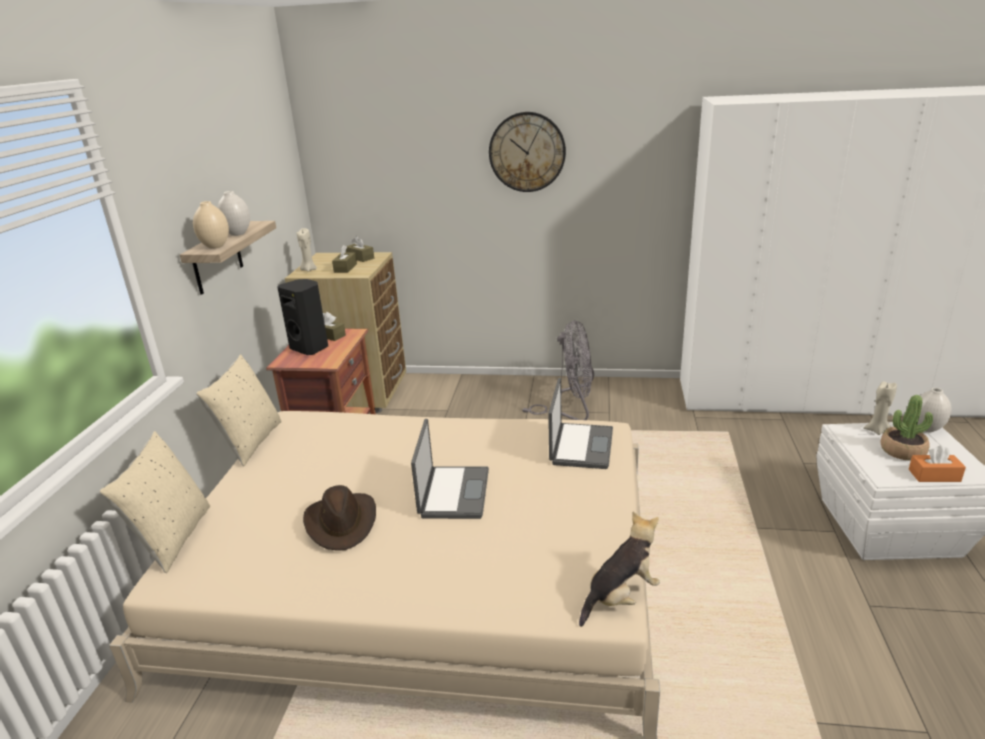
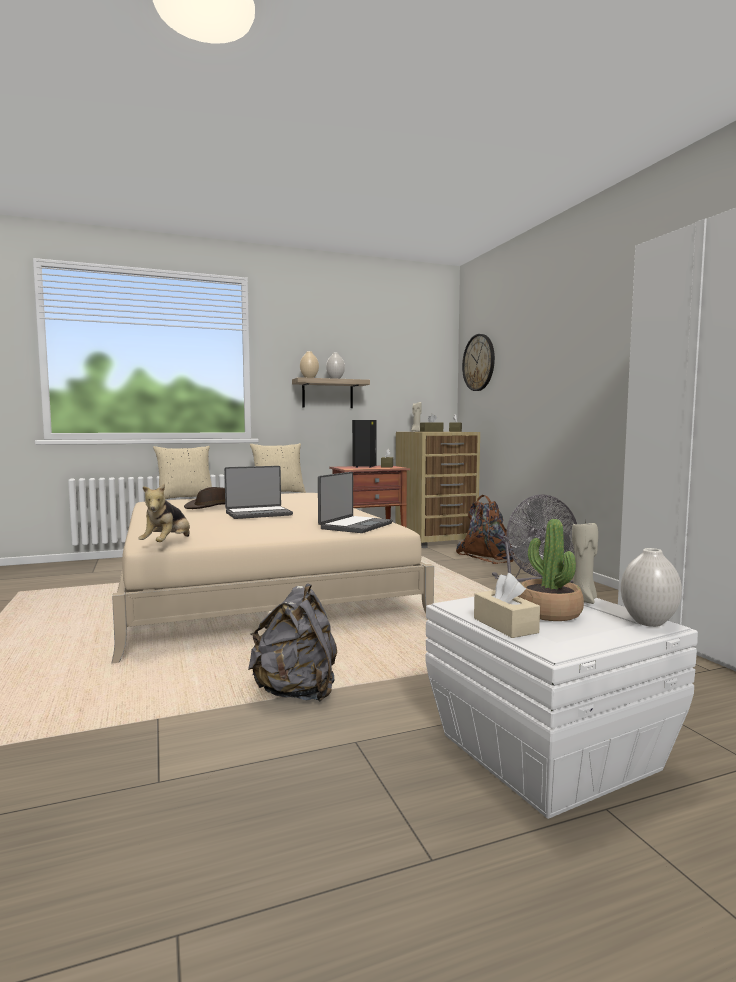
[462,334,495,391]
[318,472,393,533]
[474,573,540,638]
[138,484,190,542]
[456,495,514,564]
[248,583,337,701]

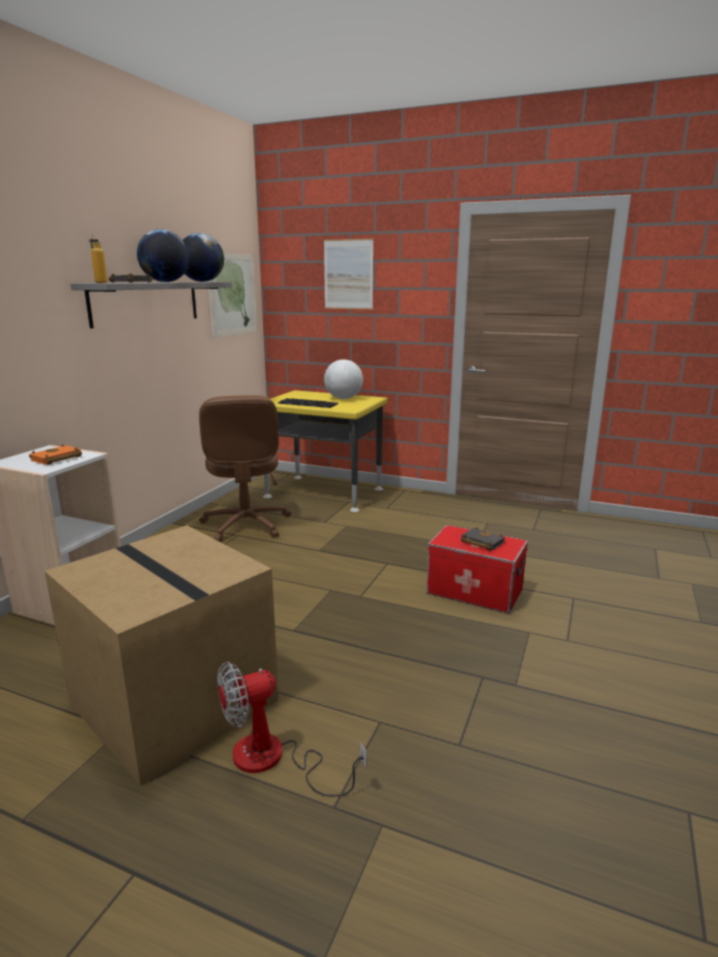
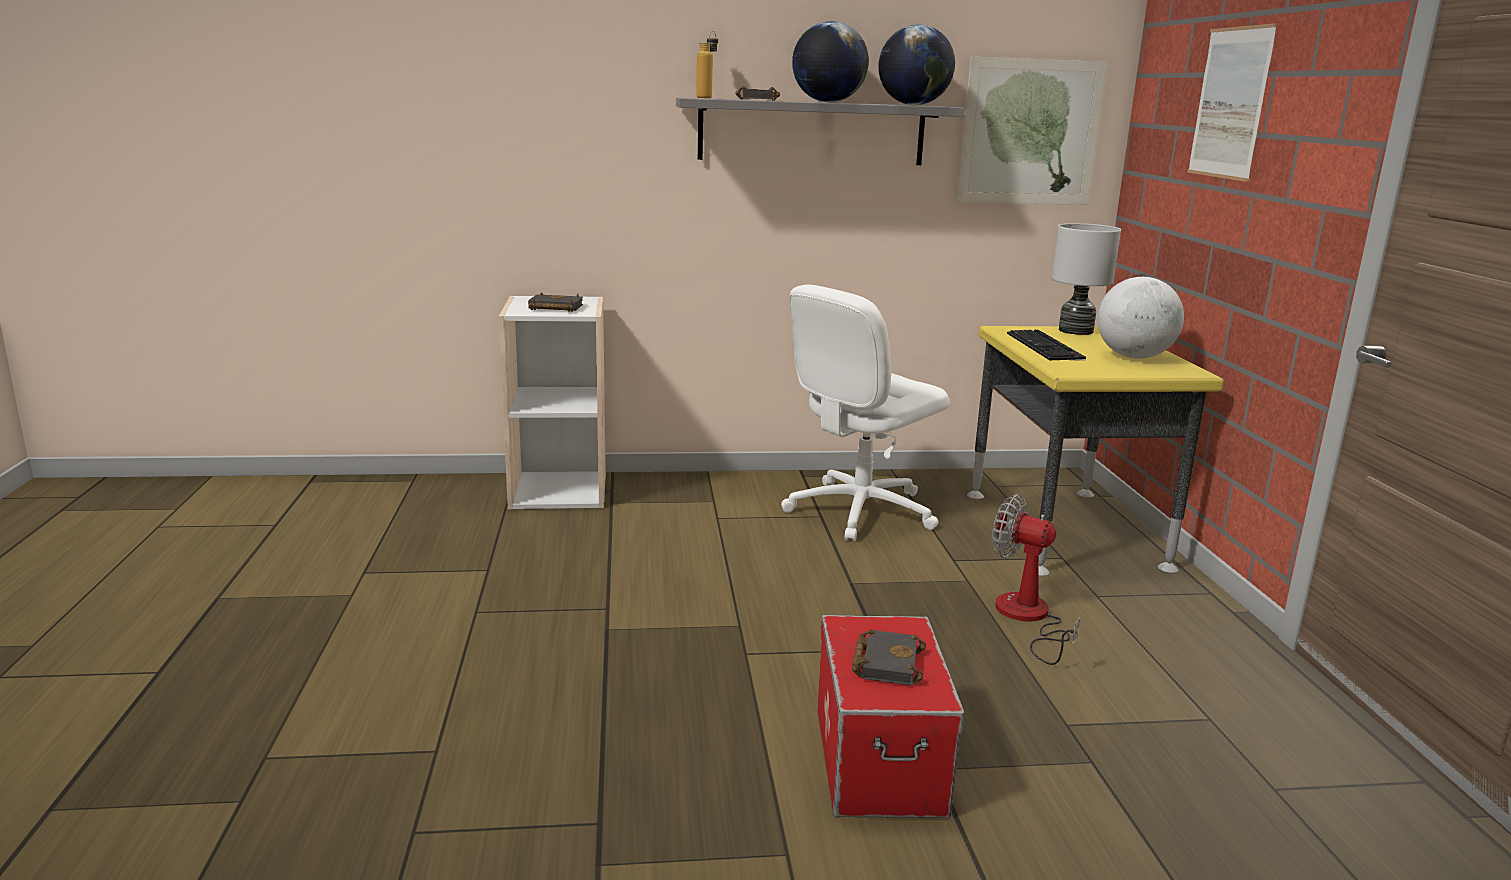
[781,285,950,541]
[528,292,583,312]
[44,525,279,786] (first image)
[992,494,1080,665]
[1052,223,1121,335]

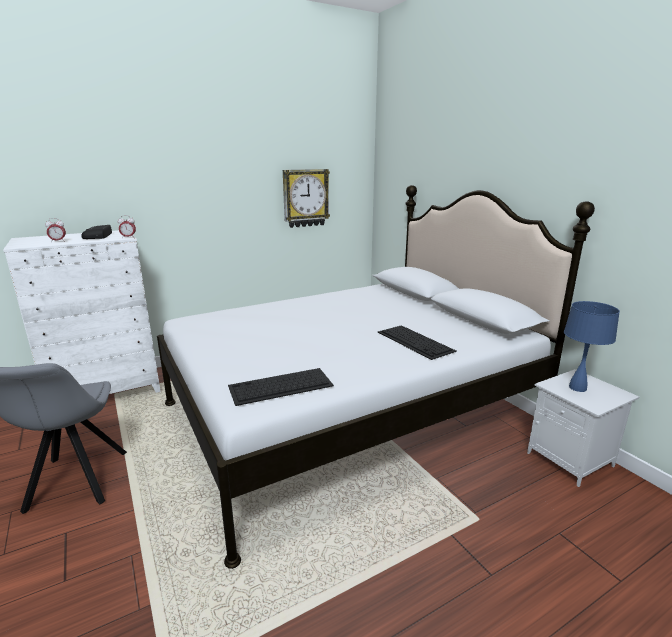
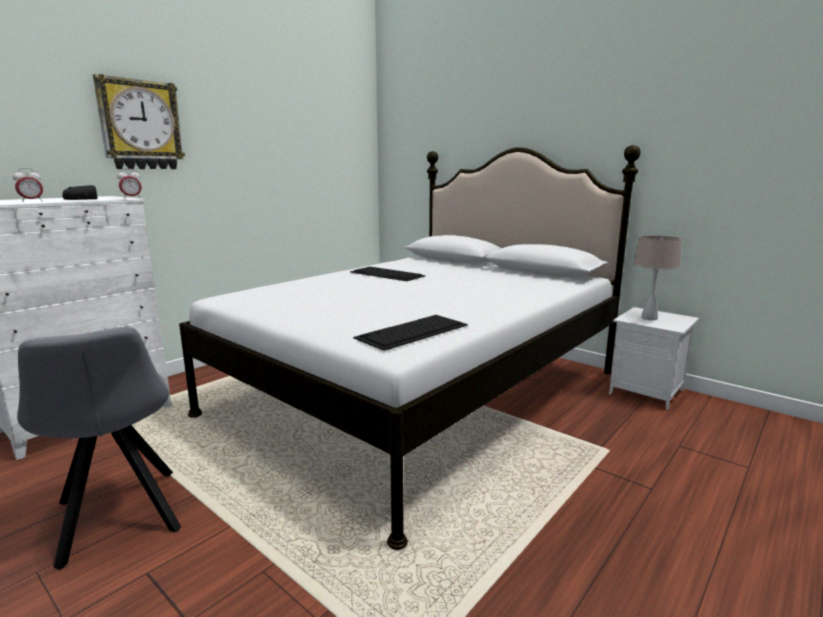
[93,74,185,169]
[633,235,682,320]
[350,267,426,281]

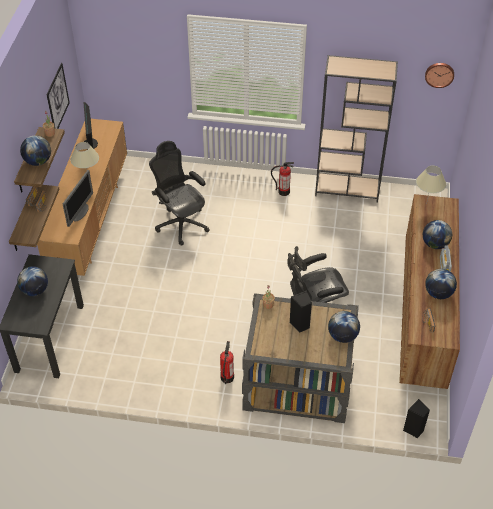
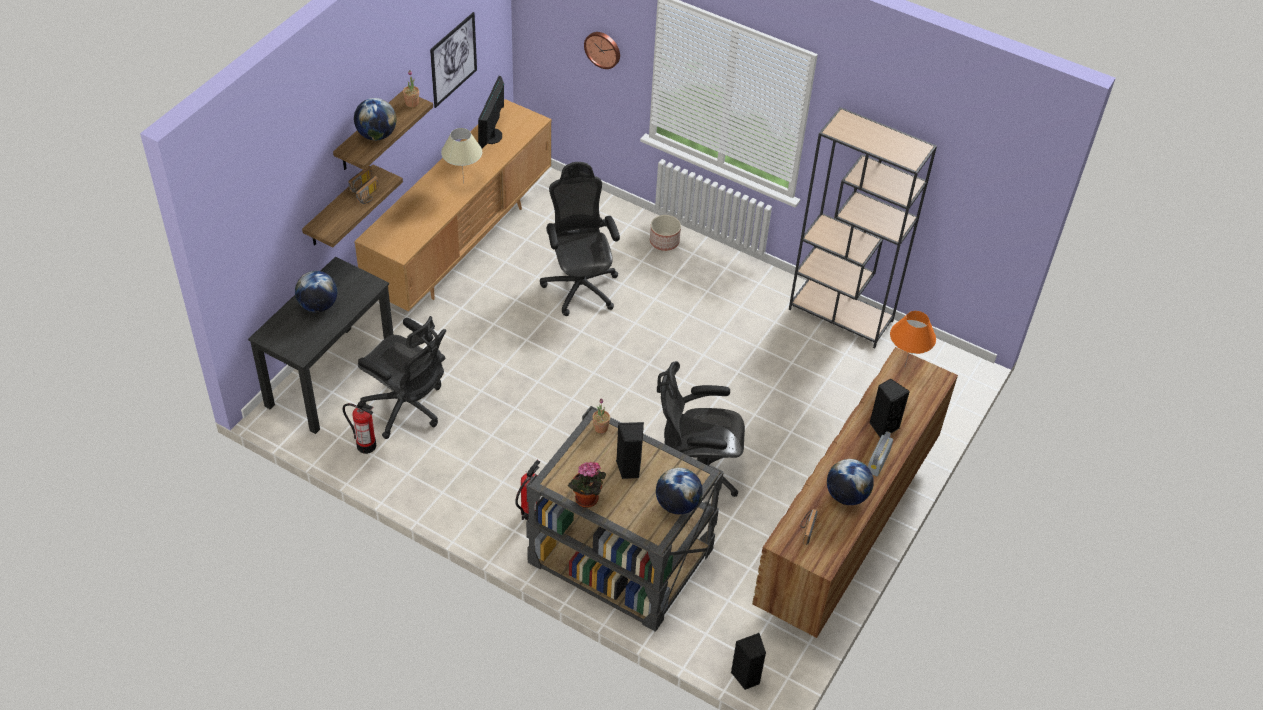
[584,32,620,69]
[343,403,376,454]
[890,311,936,366]
[63,170,93,227] (first image)
[869,379,910,438]
[650,215,681,251]
[358,316,446,439]
[567,461,606,508]

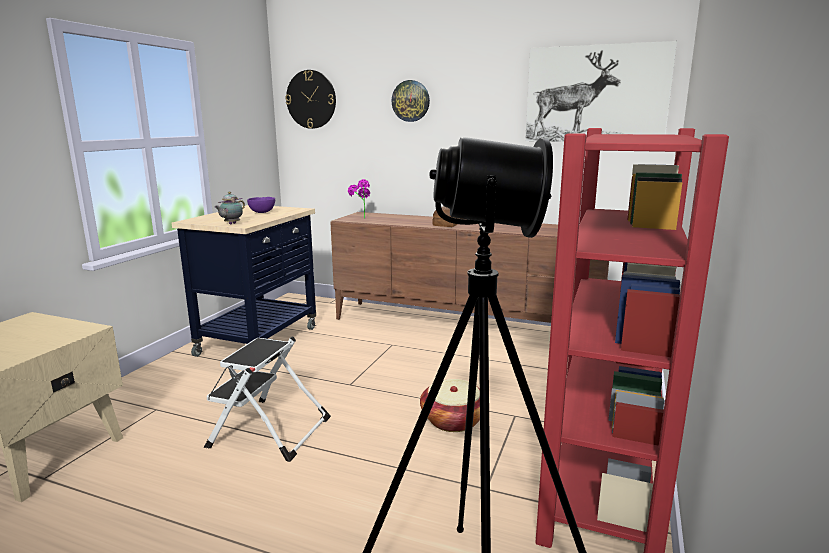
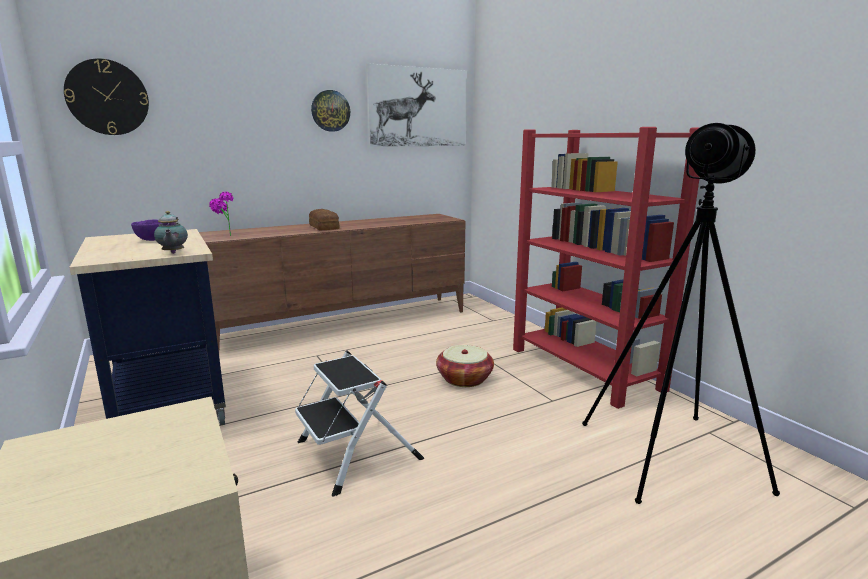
[311,90,350,132]

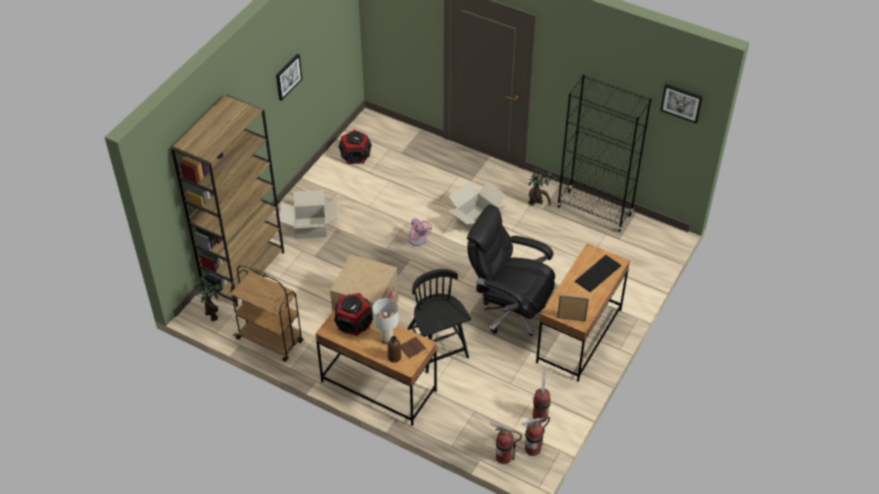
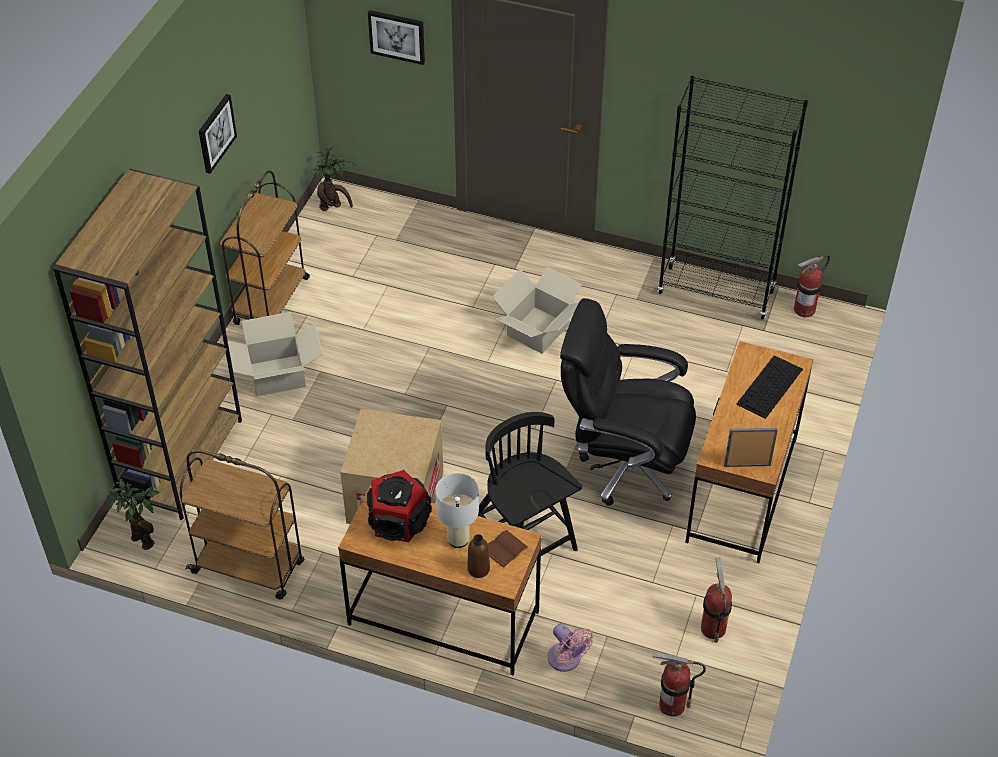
[368,10,425,65]
[339,130,372,164] (first image)
[313,146,357,211]
[548,623,594,672]
[794,254,830,317]
[220,170,310,325]

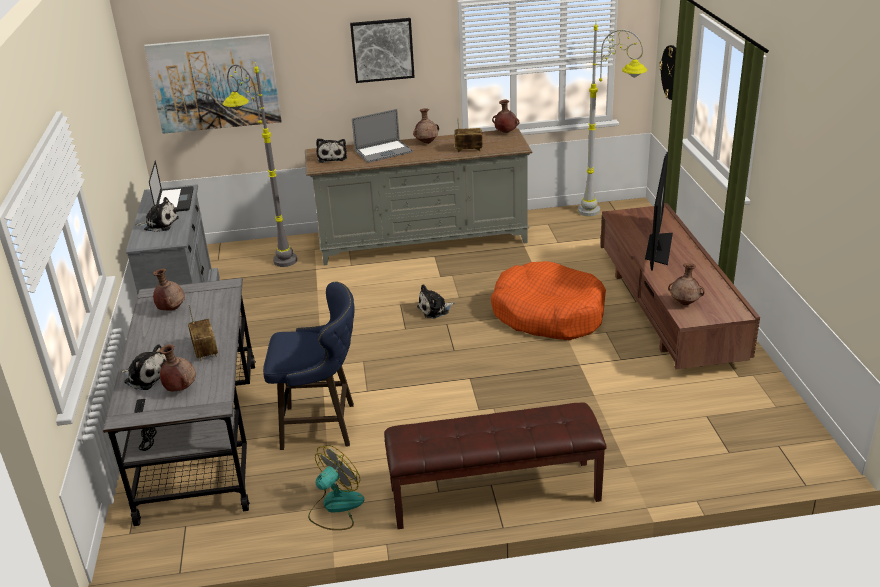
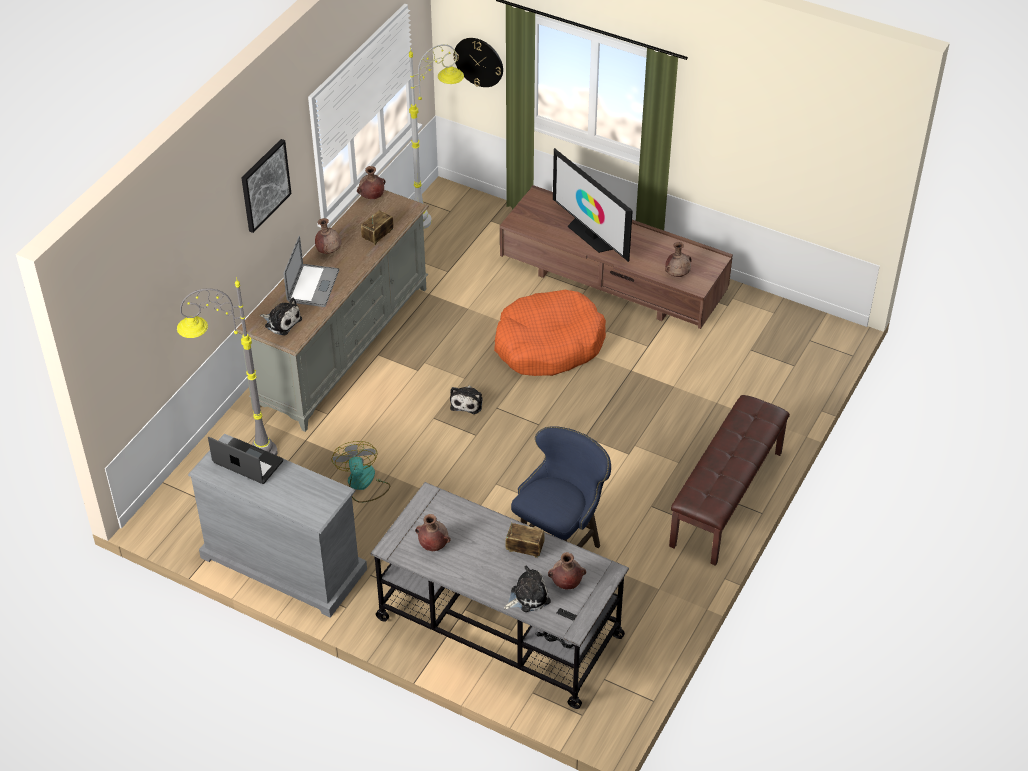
[144,34,281,134] (first image)
[135,197,179,232] (first image)
[332,441,390,503]

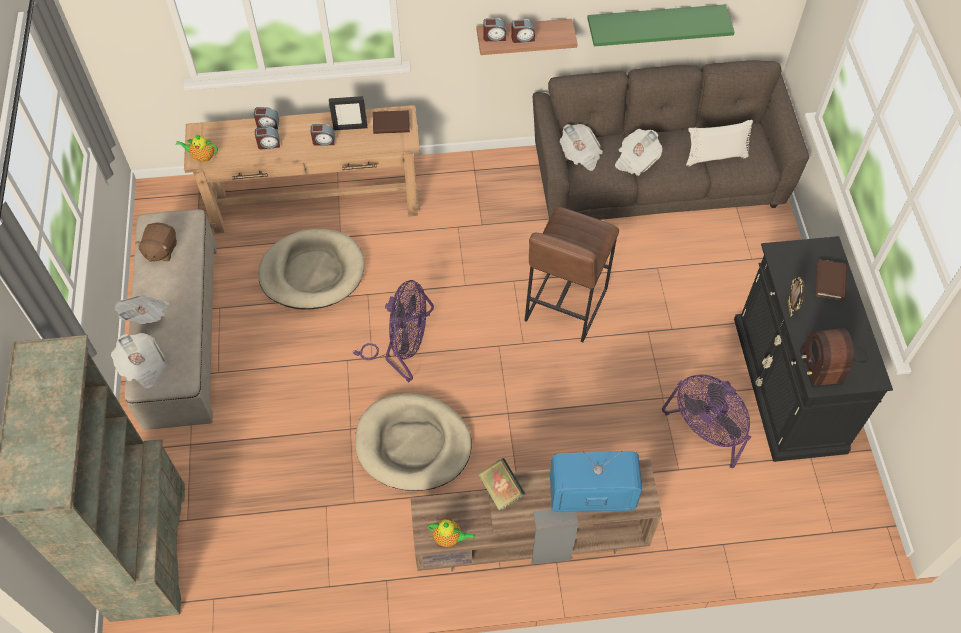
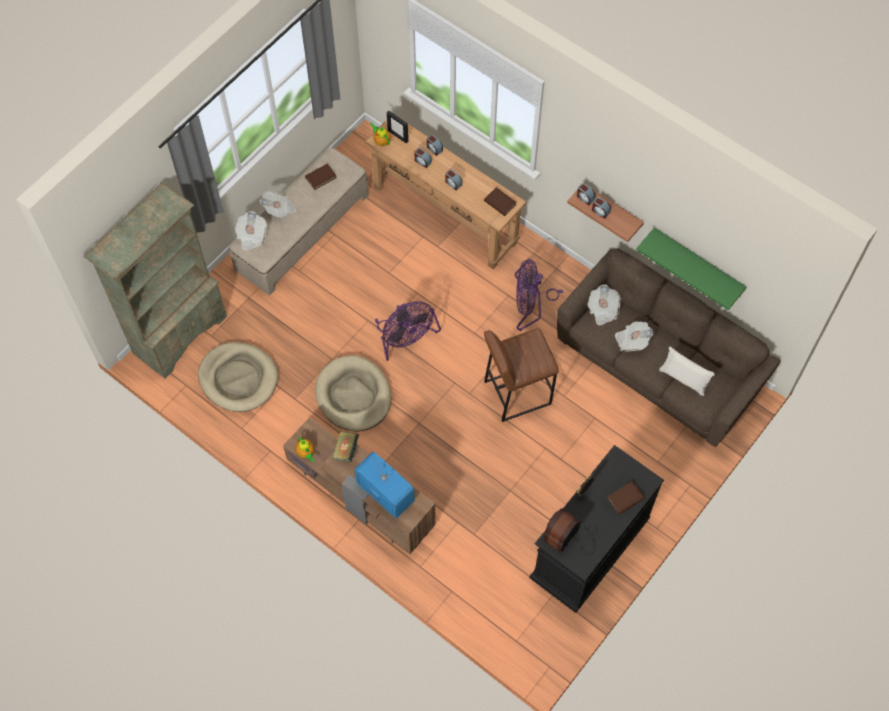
[387,111,408,143]
[305,164,337,190]
[198,342,278,412]
[515,259,563,331]

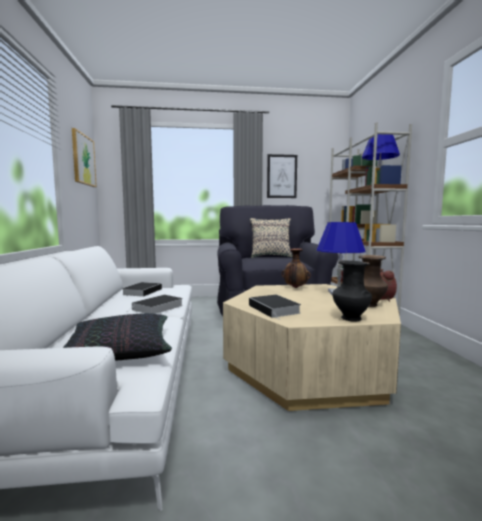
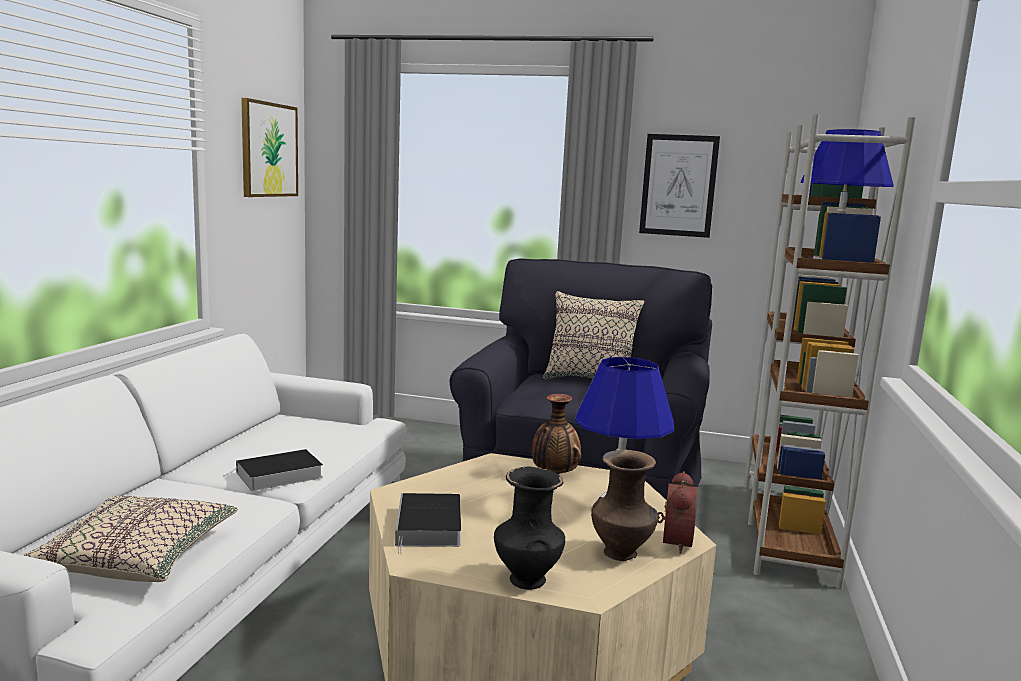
[122,282,163,297] (first image)
[23,496,238,582]

